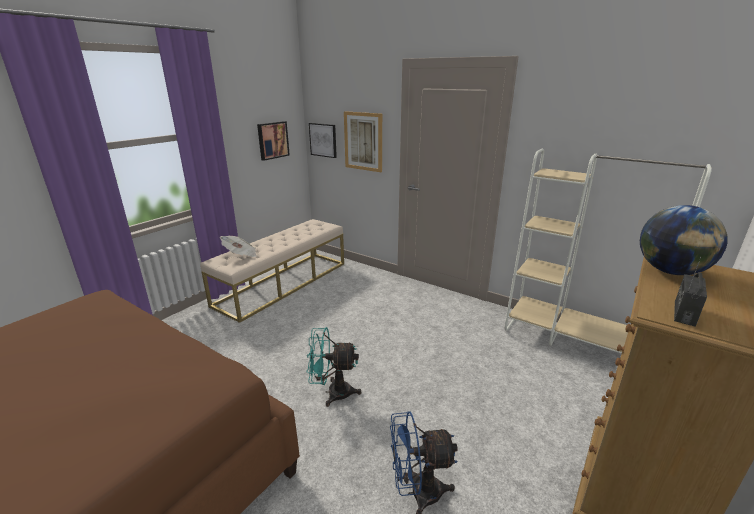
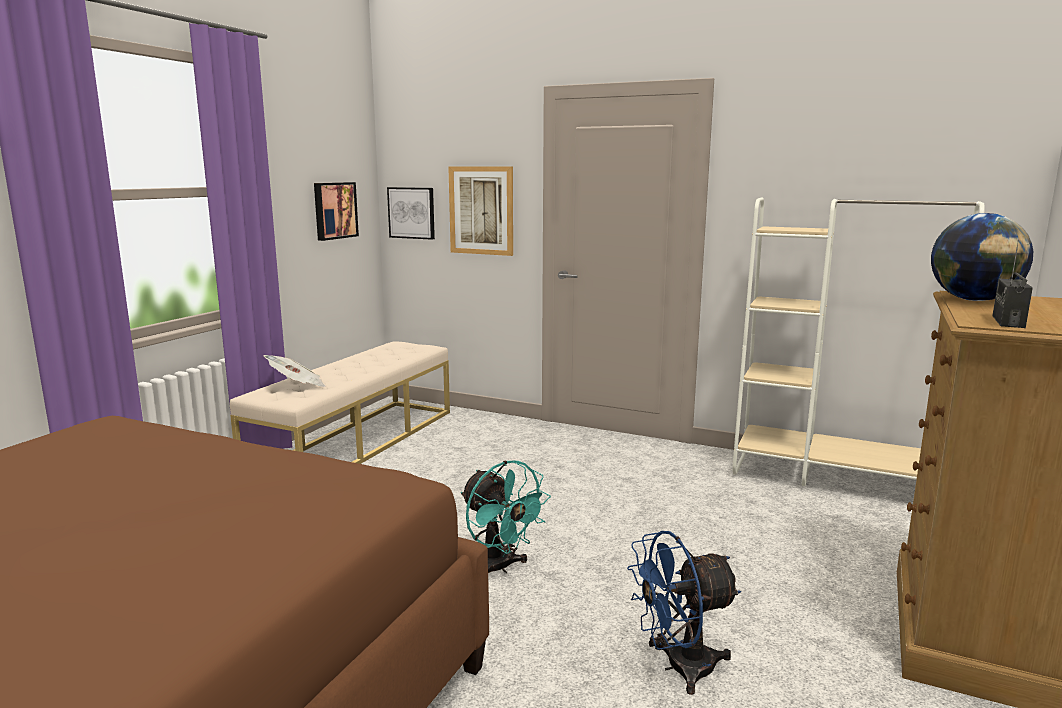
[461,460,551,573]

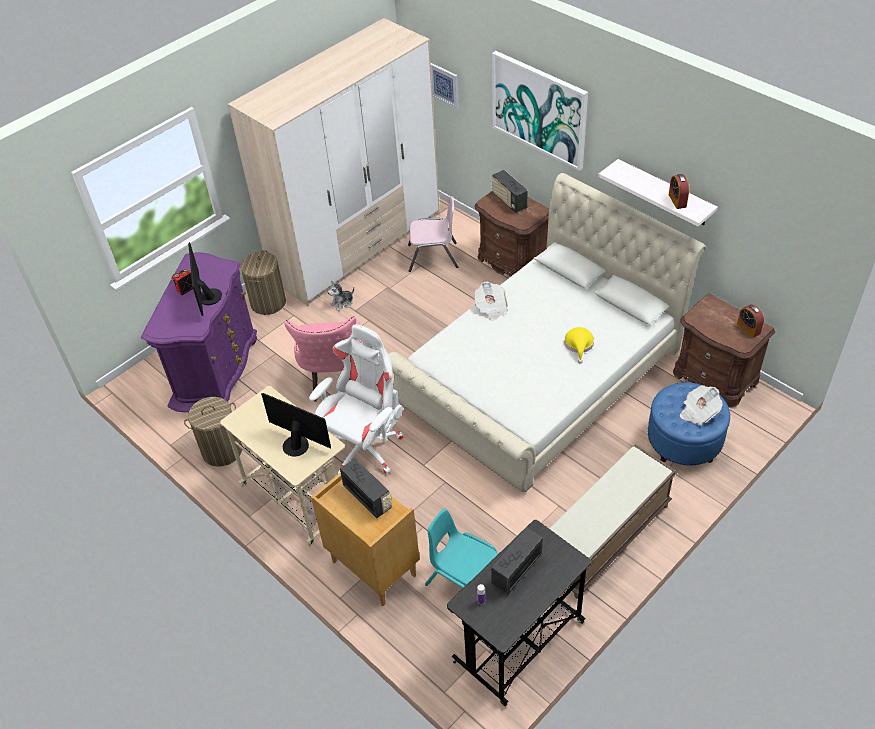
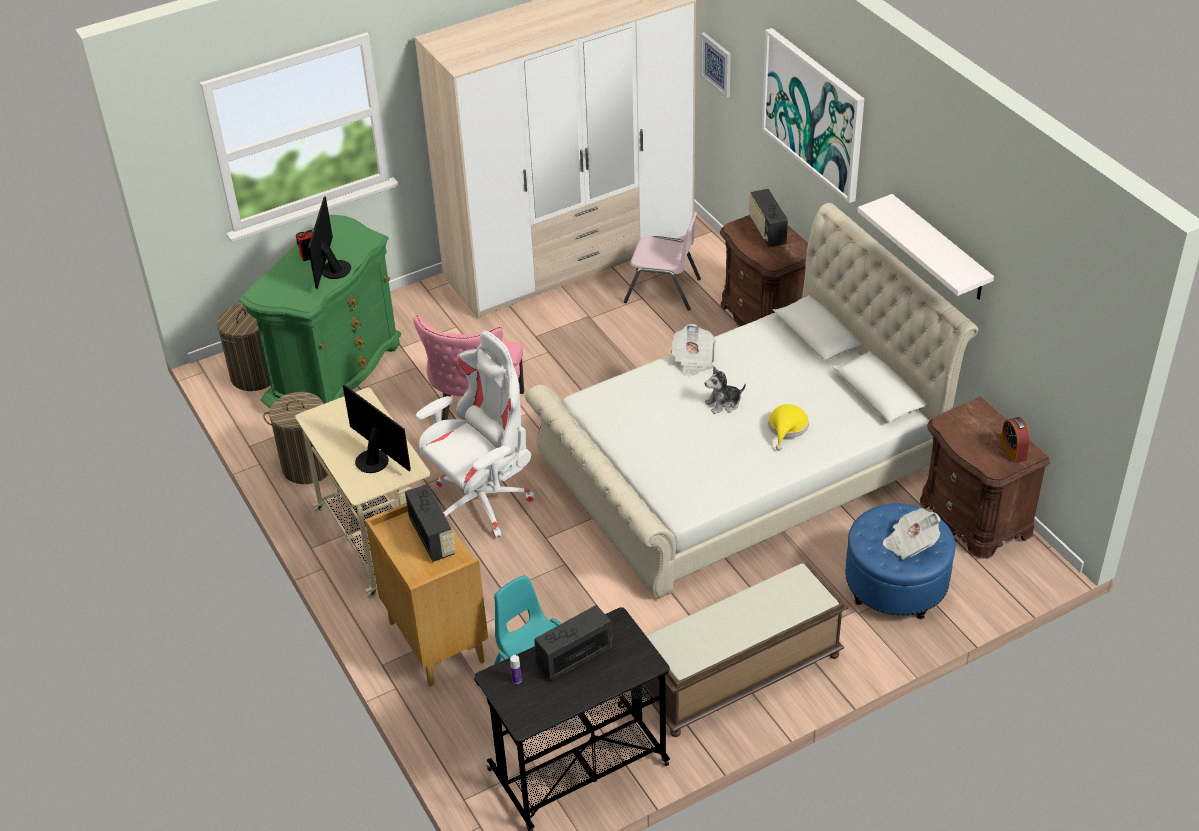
[669,174,689,209] (first image)
[217,304,271,391]
[239,215,401,408]
[704,367,746,414]

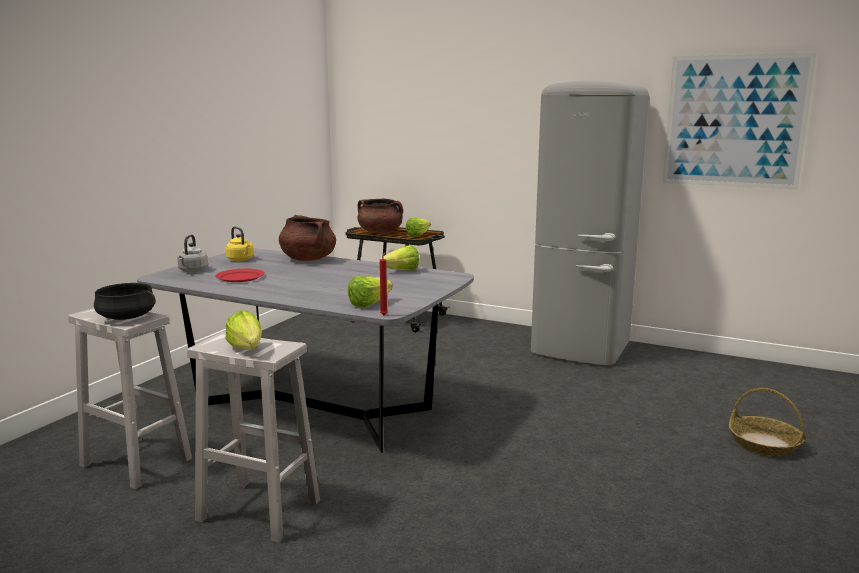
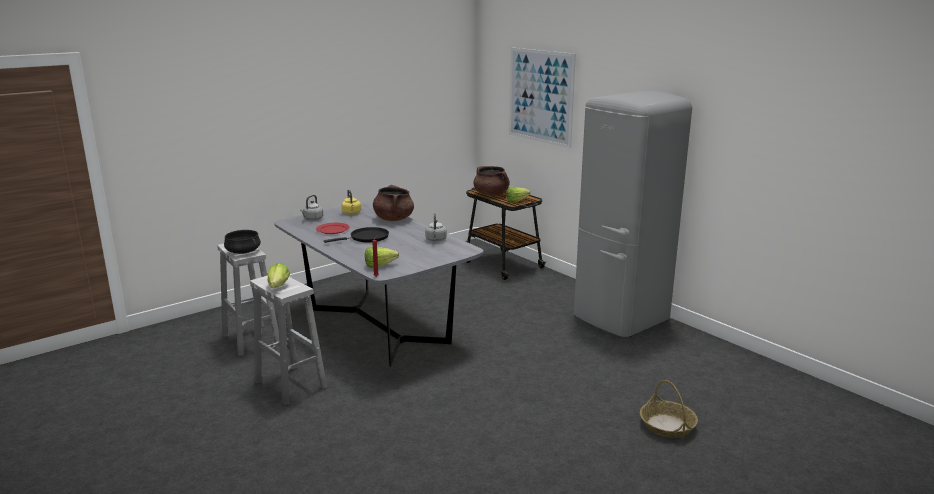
[509,47,576,148]
[425,213,447,241]
[324,227,389,243]

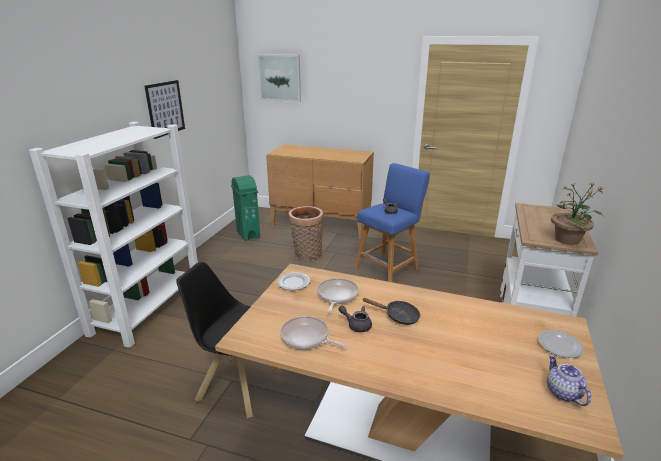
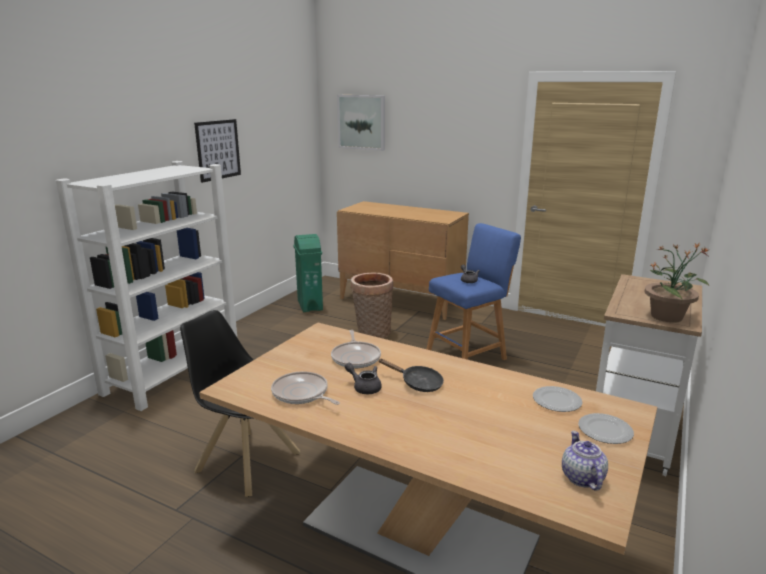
[533,386,583,412]
[331,330,381,368]

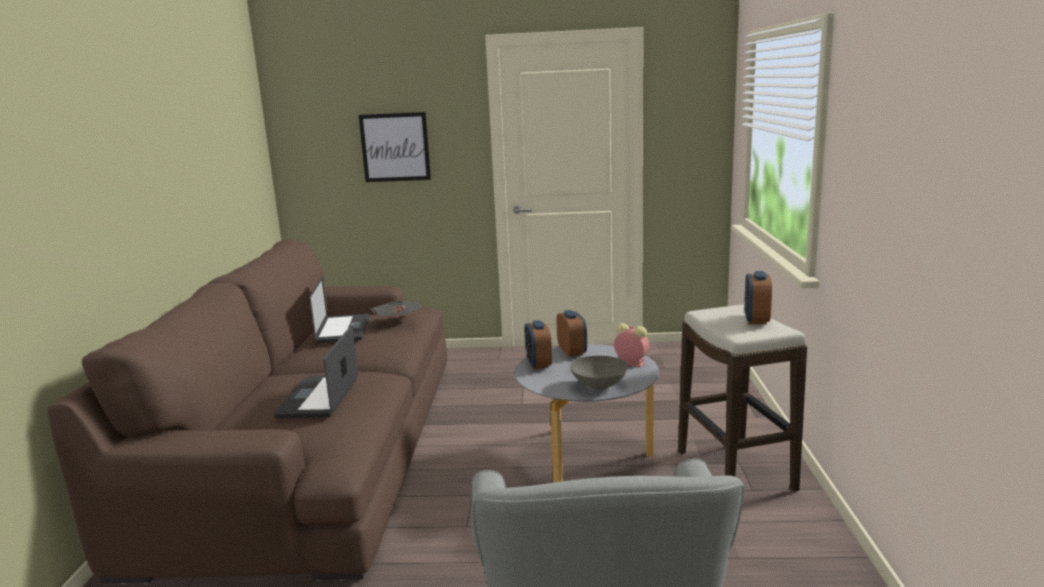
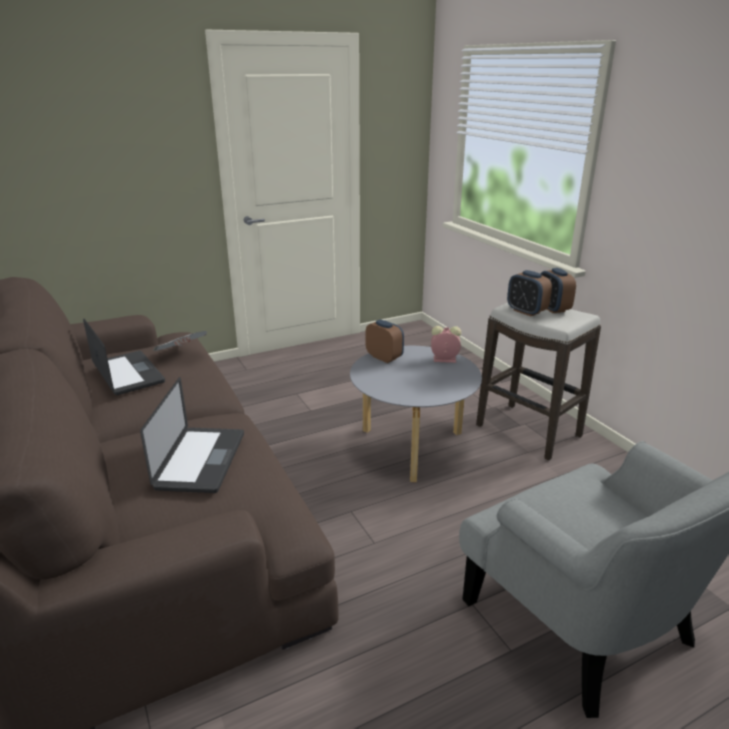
[359,112,431,182] (first image)
[507,270,552,316]
[140,377,244,493]
[570,356,628,390] (first image)

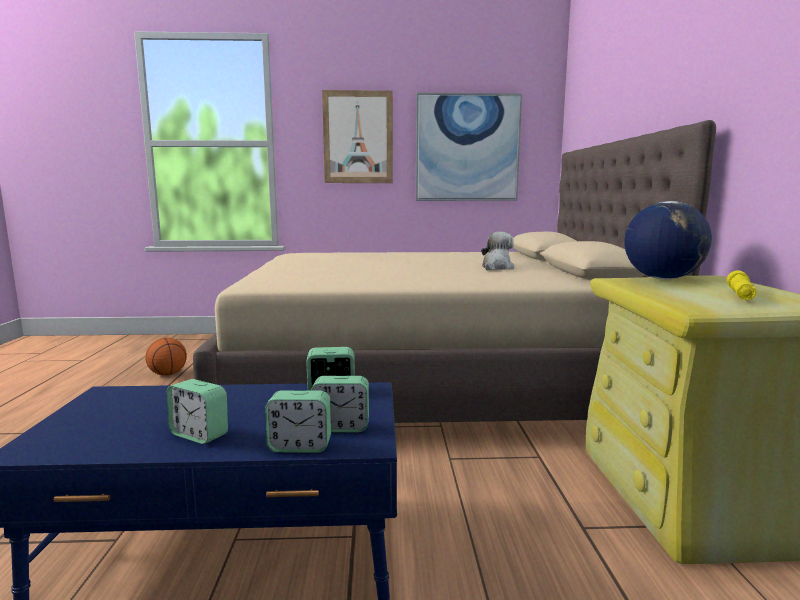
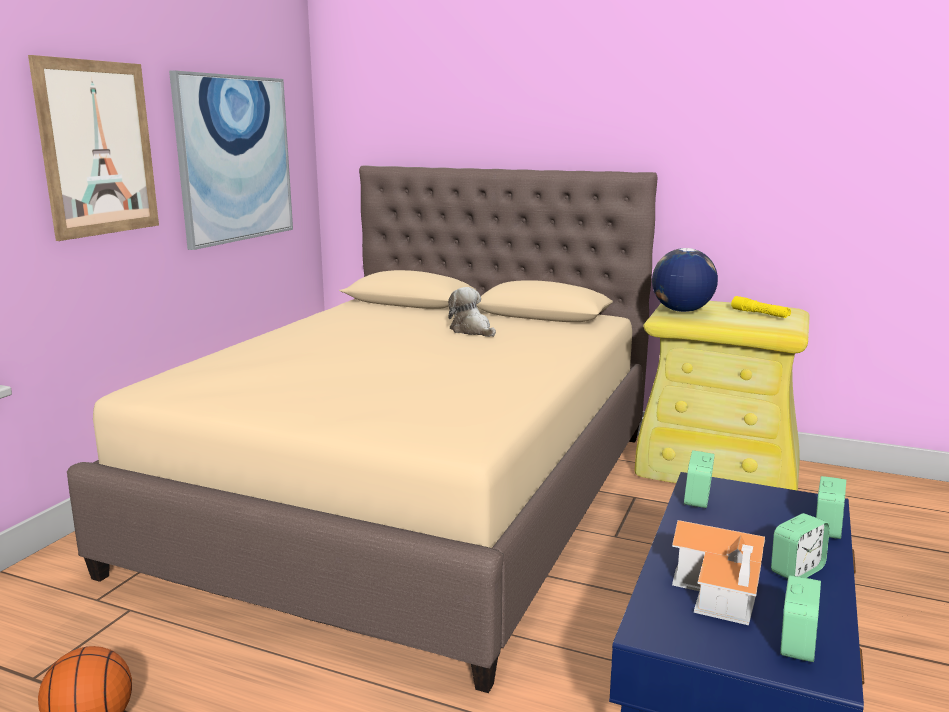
[780,575,821,662]
[672,520,765,625]

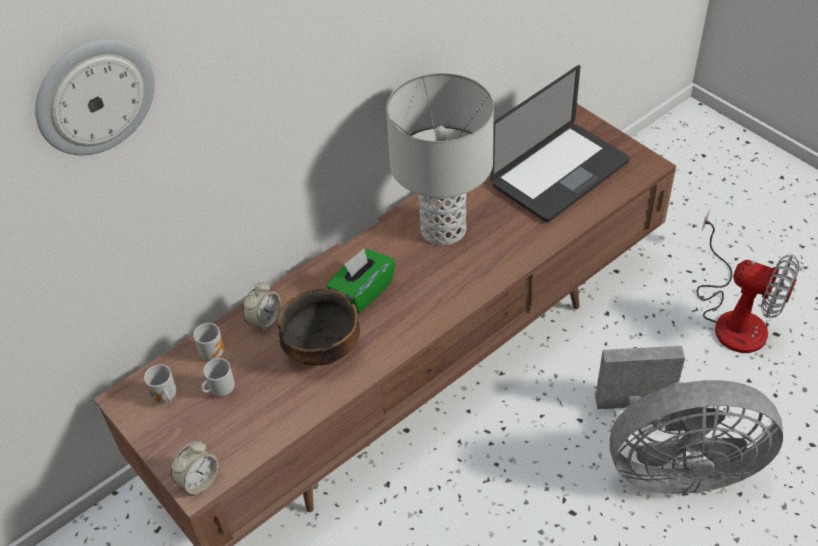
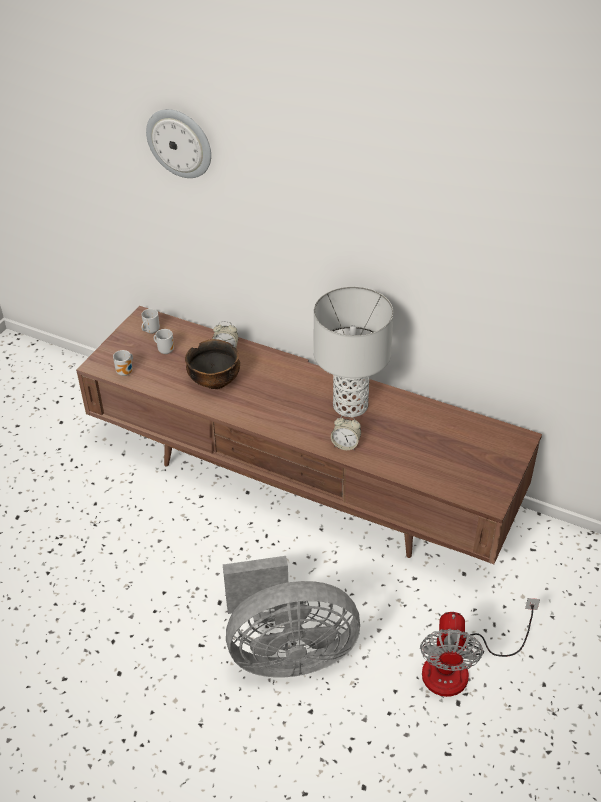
[490,65,630,222] (first image)
[327,248,395,313] (first image)
[113,350,133,376]
[223,556,360,678]
[331,415,361,450]

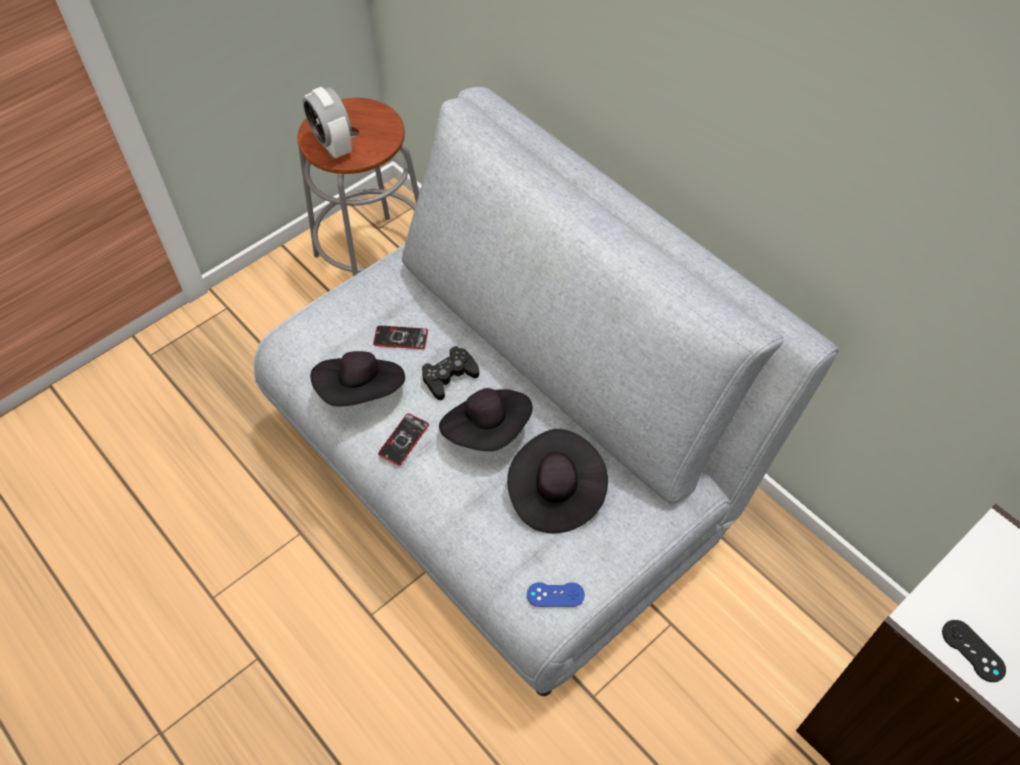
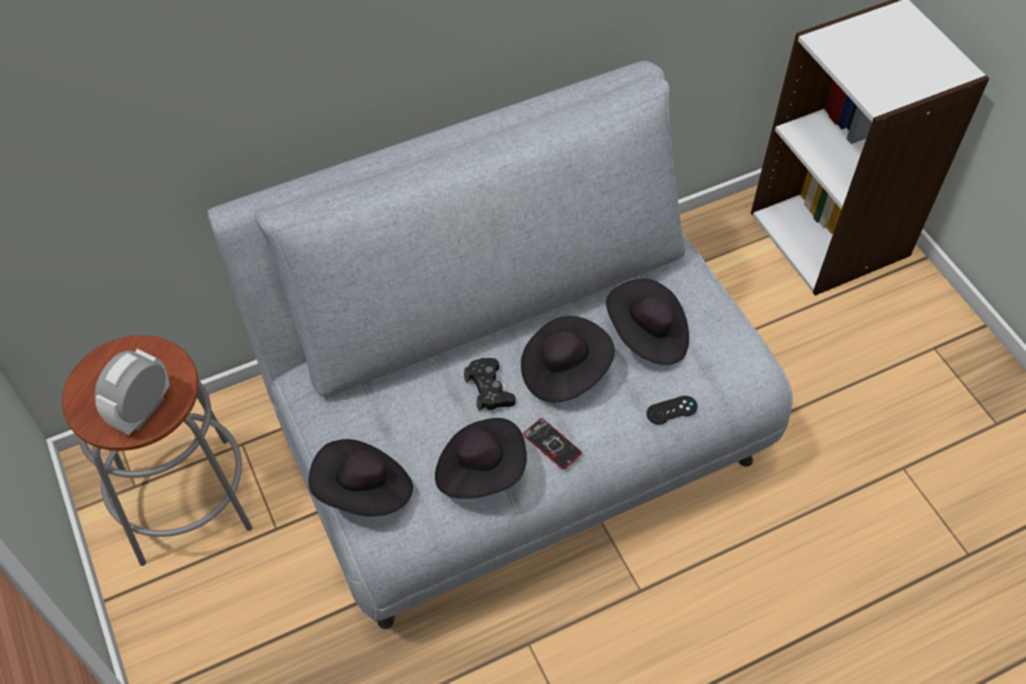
[95,349,170,435]
[373,325,428,349] (first image)
[527,582,585,607] (first image)
[646,396,698,425]
[308,439,413,517]

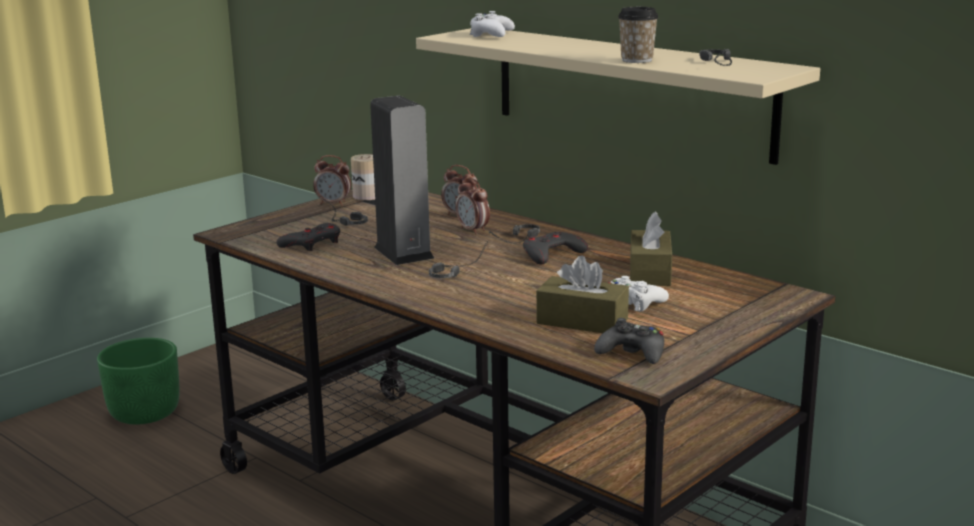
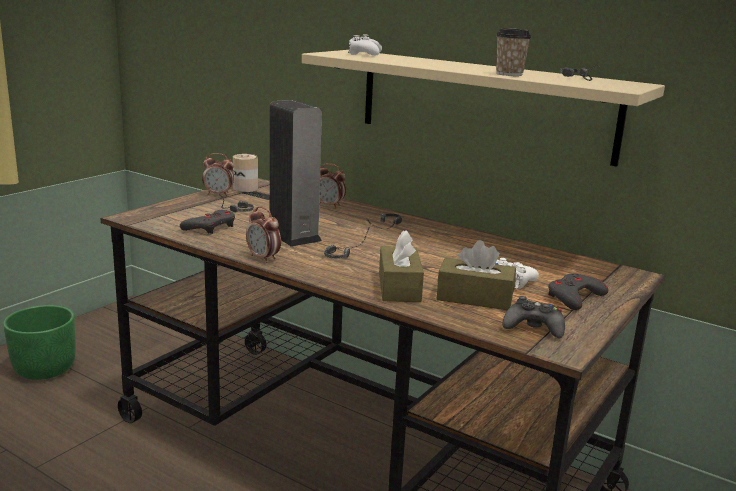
[246,206,281,263]
[379,230,424,302]
[548,273,608,310]

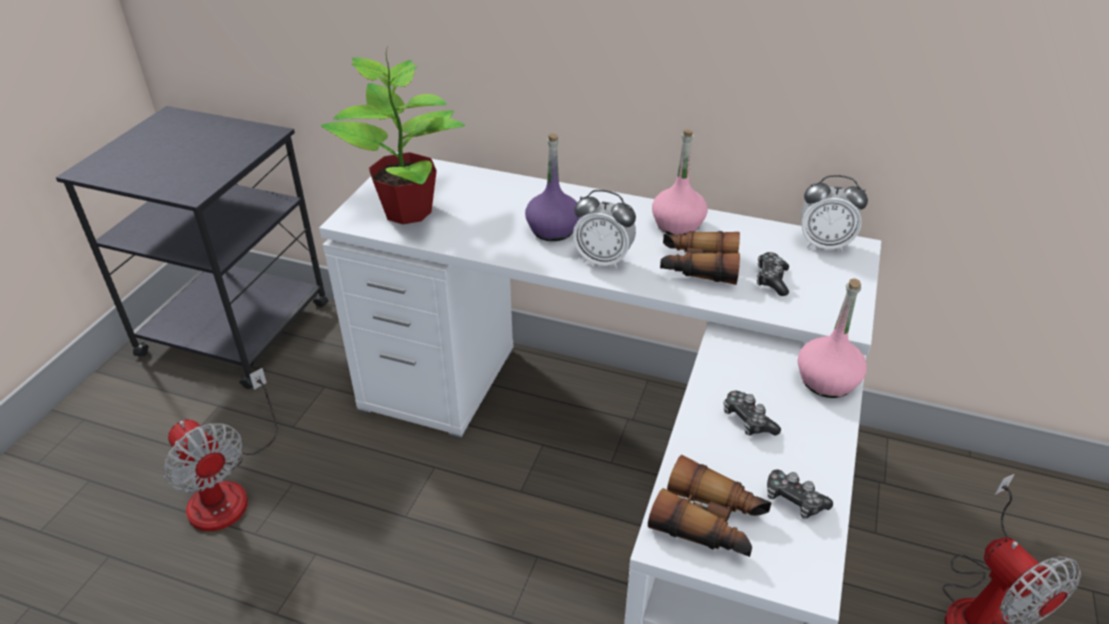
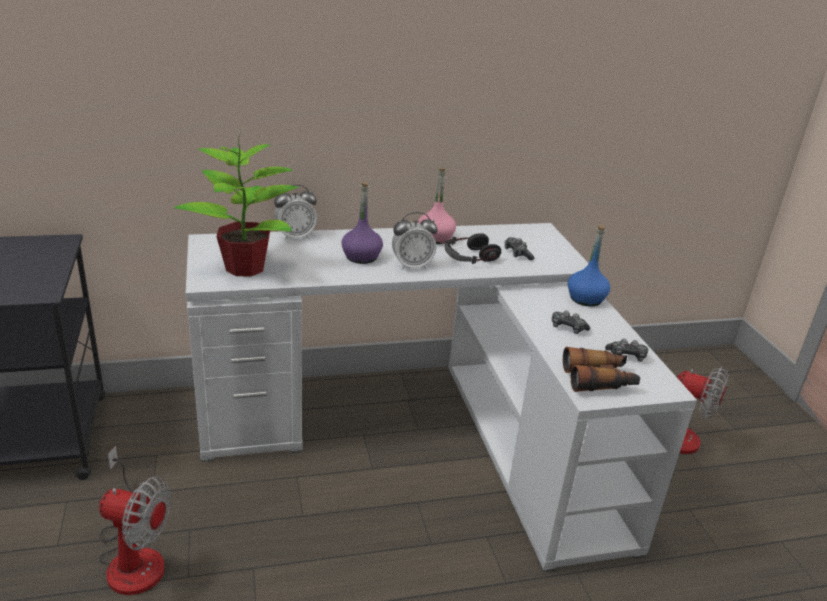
[274,184,317,241]
[445,233,501,264]
[568,224,610,307]

